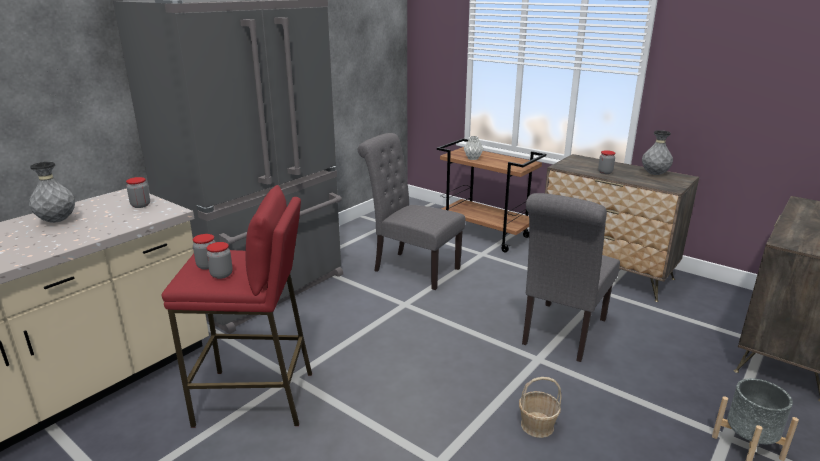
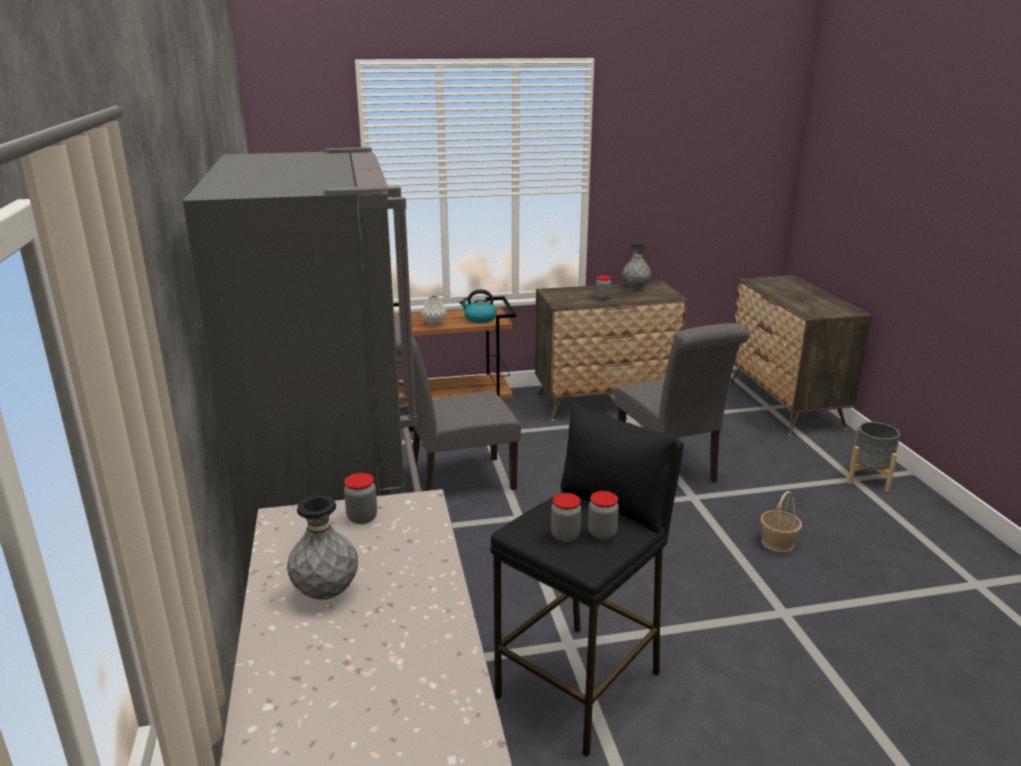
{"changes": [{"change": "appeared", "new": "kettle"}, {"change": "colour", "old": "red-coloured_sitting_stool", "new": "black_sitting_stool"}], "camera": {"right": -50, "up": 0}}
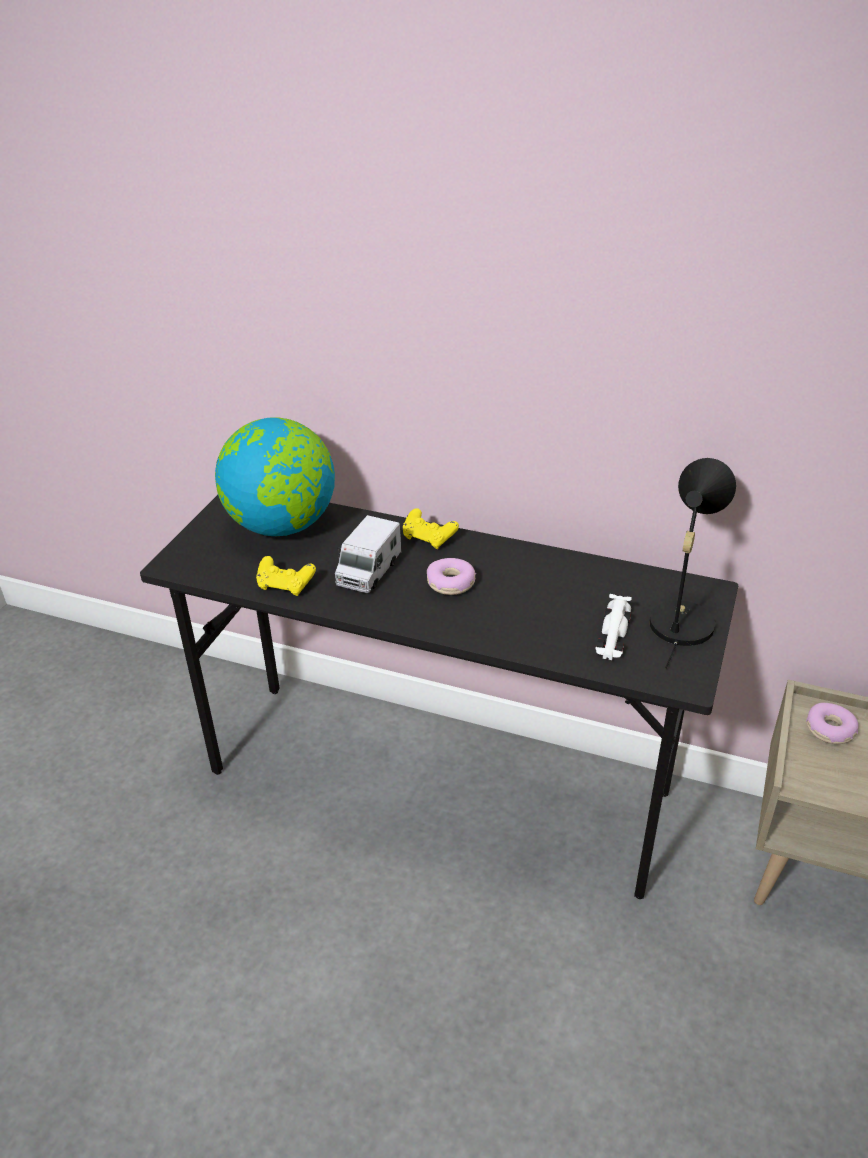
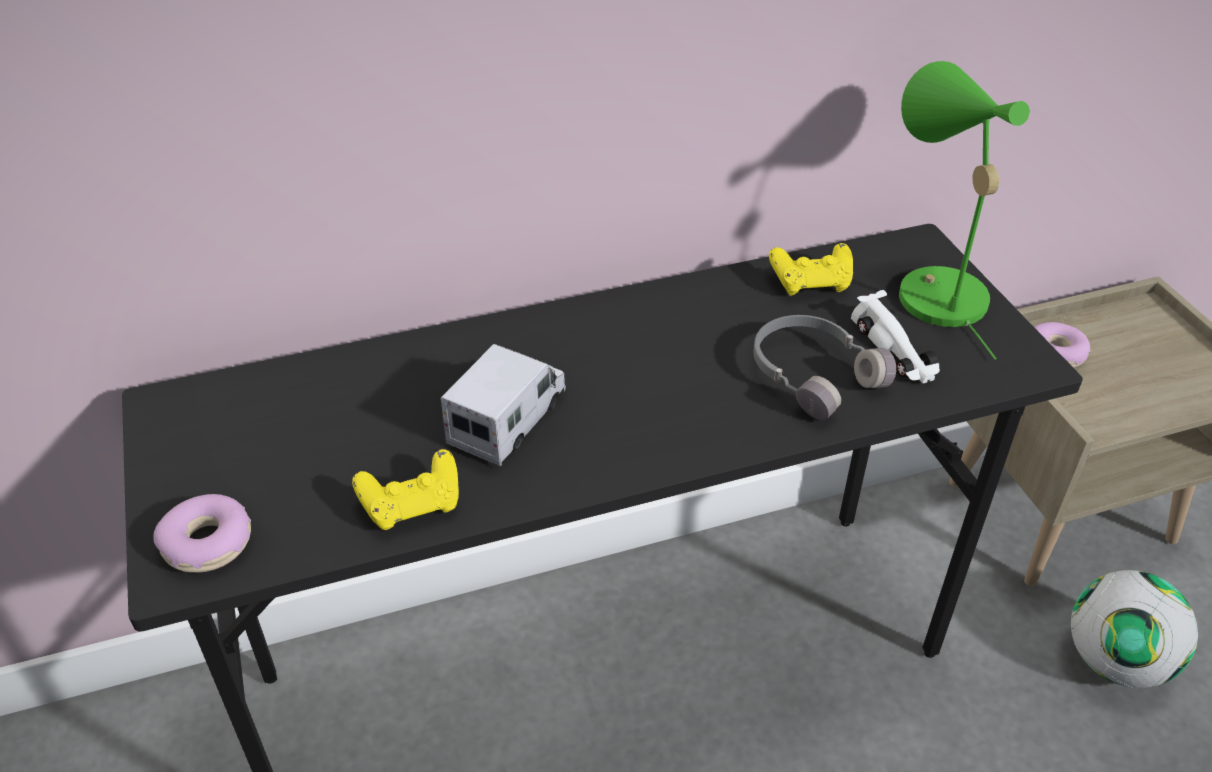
{"changes": [{"change": "missing", "old": "world_globe"}, {"change": "appeared", "new": "greyish_headset"}, {"change": "appeared", "new": "football"}, {"change": "relocated", "old": "yellowish_gamepad (no. 2 from left)"}, {"change": "relocated", "old": "ring_doughnut (no. 1 from left)"}, {"change": "colour", "old": "black_table_lamp", "new": "green_table_lamp"}, {"change": "spun", "old": "toy_truck", "degrees": -135}], "camera": {"right": -40, "up": 5}}
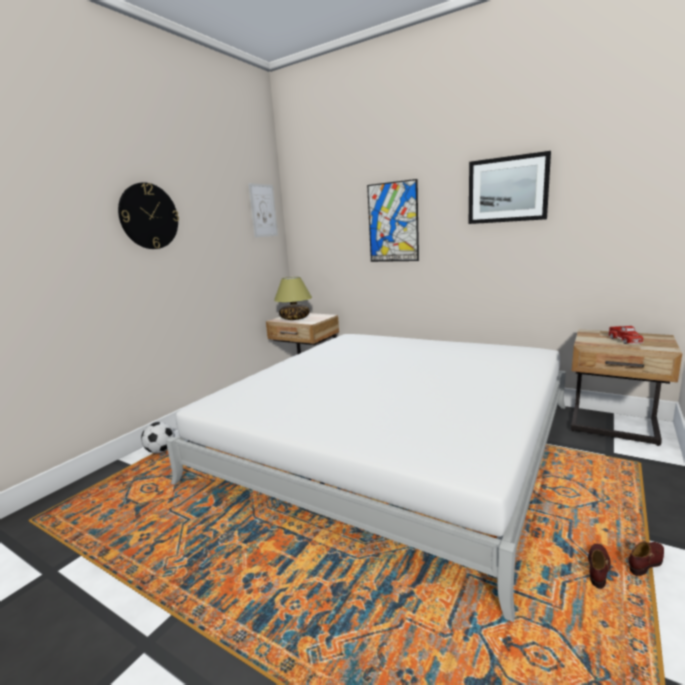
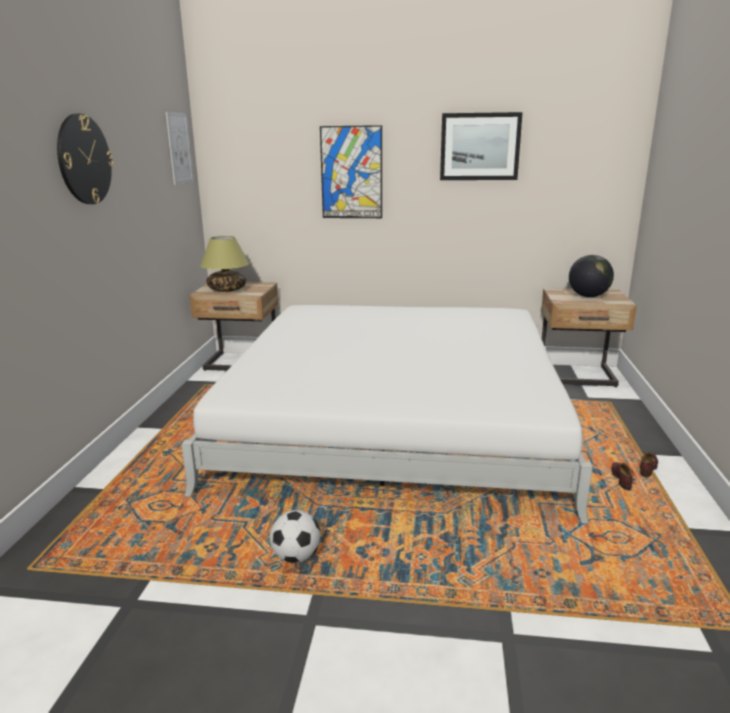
{"changes": [{"change": "relocated", "old": "football"}, {"change": "exchanged", "old": "toy_truck", "new": "world_globe"}], "camera": {"right": -25, "up": 5}}
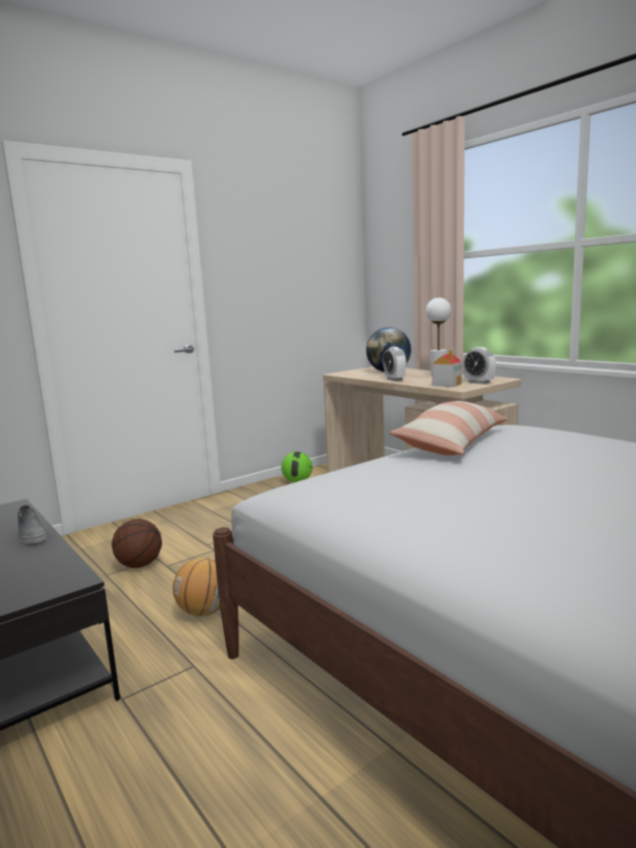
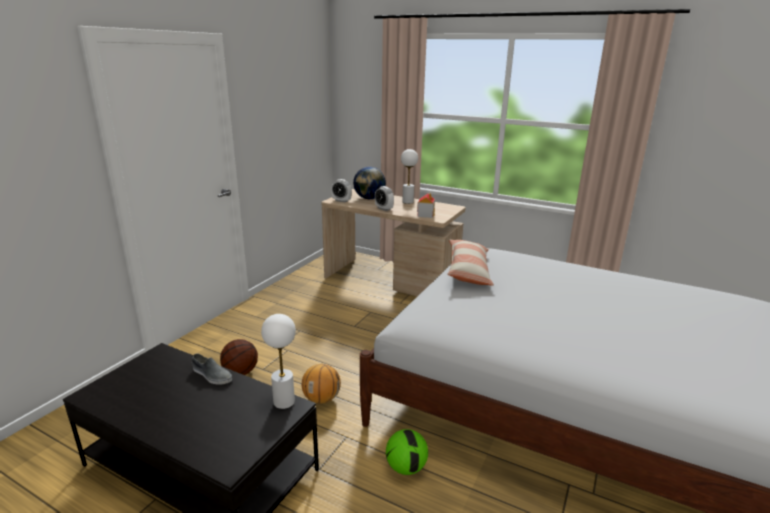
{"changes": [{"change": "appeared", "new": "white-coloured_table_lamp (no. 1 from left)"}, {"change": "relocated", "old": "football"}, {"change": "relocated", "old": "bedside_clock (no. 2 from left in the first image)", "new": "bedside_clock (no. 1 from left)"}], "camera": {"right": -25, "up": 10}}
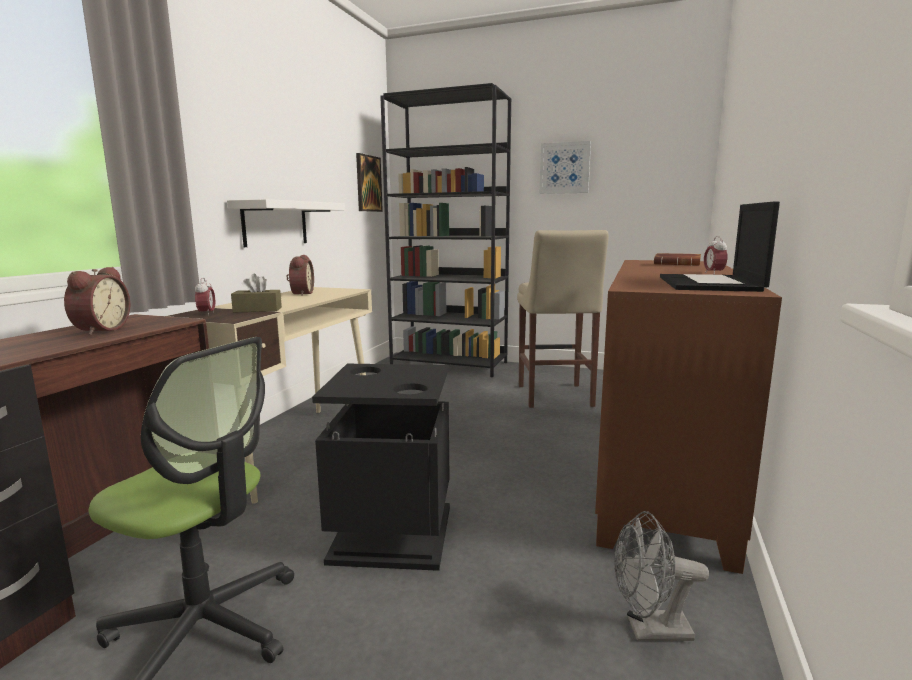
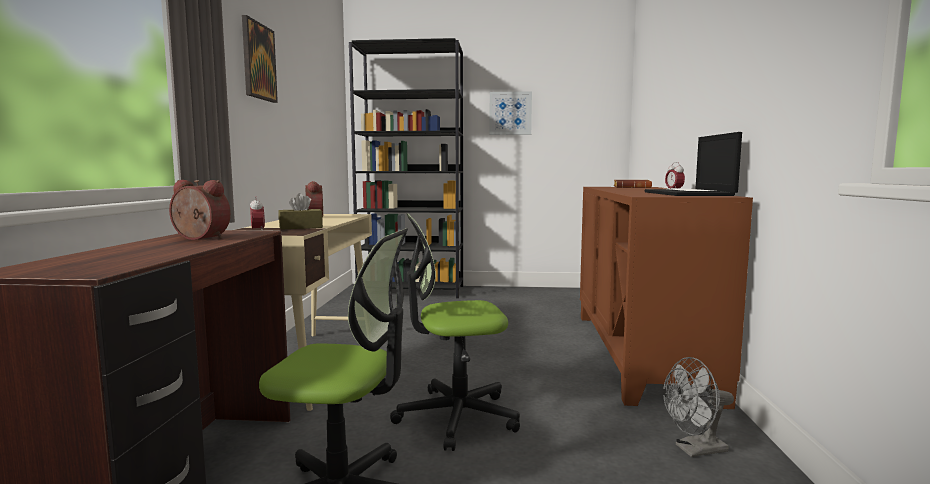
{"changes": [{"change": "missing", "old": "white-coloured_wall_shelf"}, {"change": "missing", "old": "sand-coloured_sitting_stool"}, {"change": "relocated", "old": "wall_picture (no. 1 from left)"}, {"change": "exchanged", "old": "black_waste_bin", "new": "computer_chair (no. 2 from left)"}, {"change": "spun", "old": "bedside_clock (no. 1 from left)", "degrees": -60}], "camera": {"right": -15, "up": -5}}
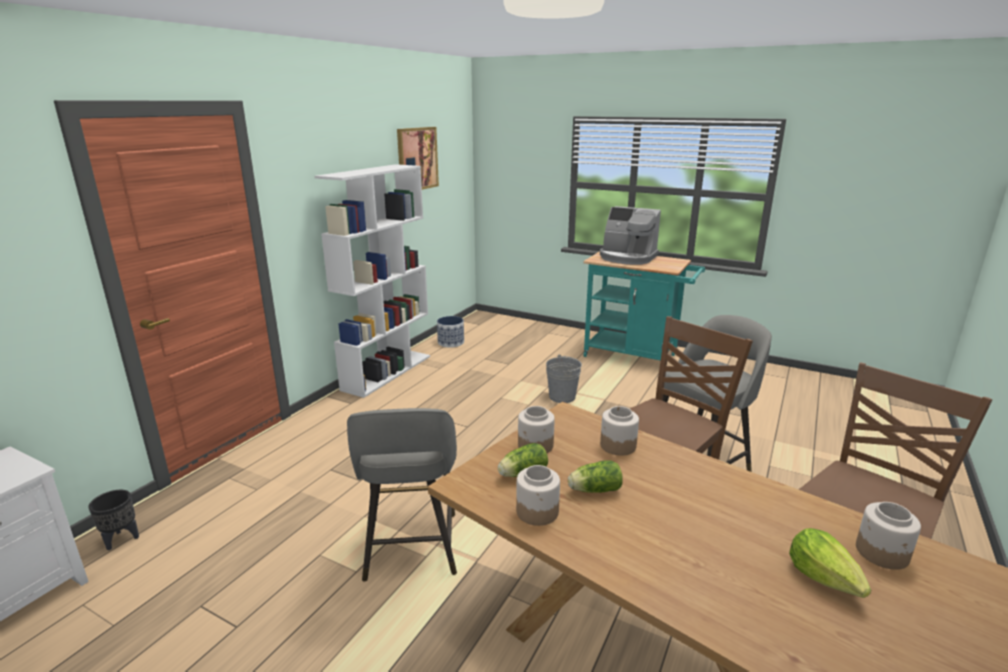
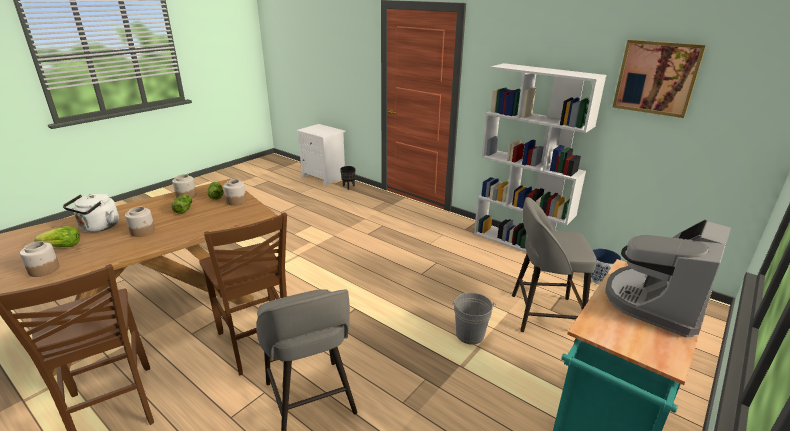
{"changes": [{"change": "appeared", "new": "white-coloured_kettle"}, {"change": "relocated", "old": "greyish_sitting_stool (no. 1 from left in the first image)", "new": "greyish_sitting_stool (no. 2 from left)"}, {"change": "relocated", "old": "storage_jar (no. 3 from left in the first image)", "new": "storage_jar (no. 2 from left)"}], "camera": {"right": 100, "up": 5}}
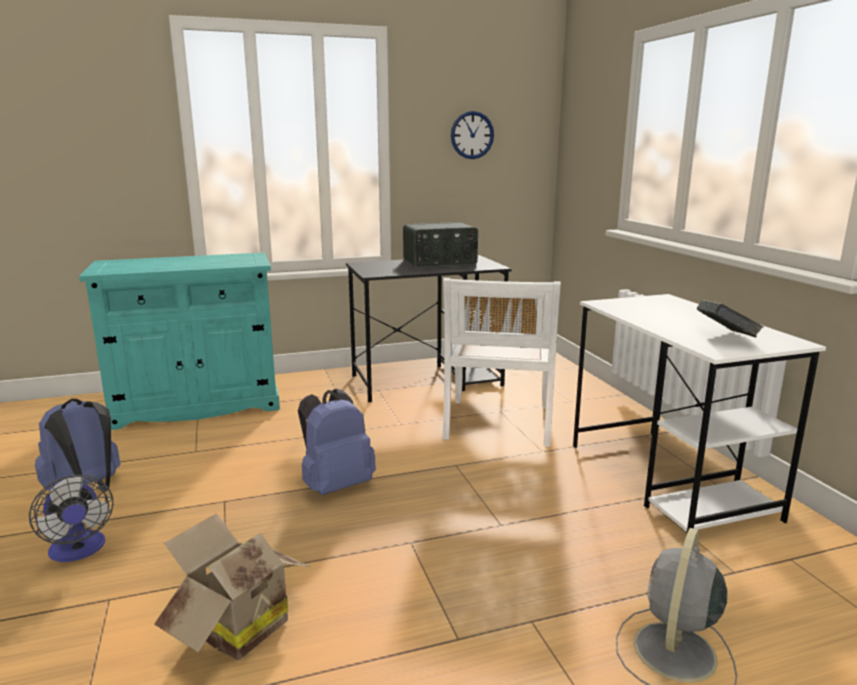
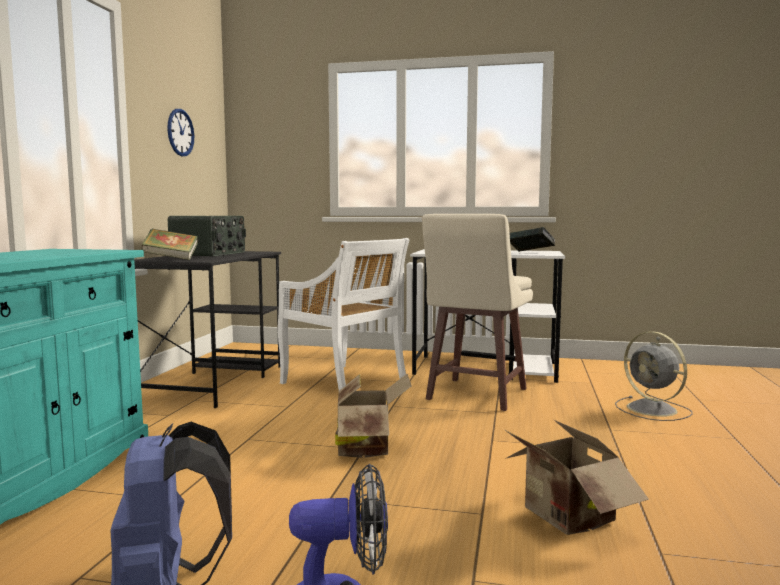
{"changes": [{"change": "appeared", "new": "book (no. 1 from left)"}, {"change": "appeared", "new": "sand-coloured_sitting_stool"}, {"change": "exchanged", "old": "blue_backpack (no. 2 from left)", "new": "carton (no. 1 from left)"}], "camera": {"right": -60, "up": -10}}
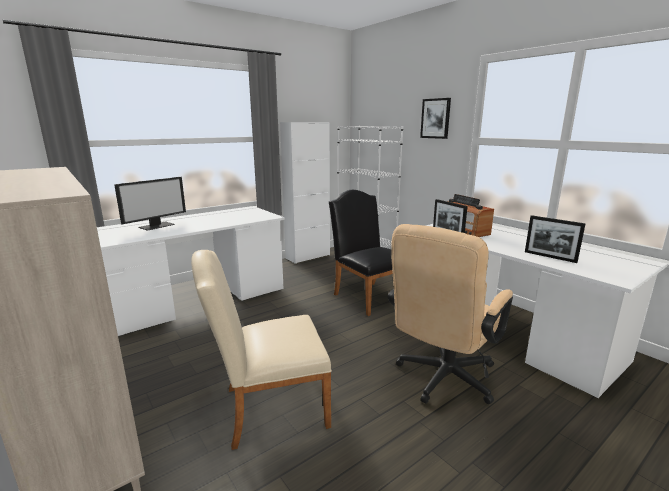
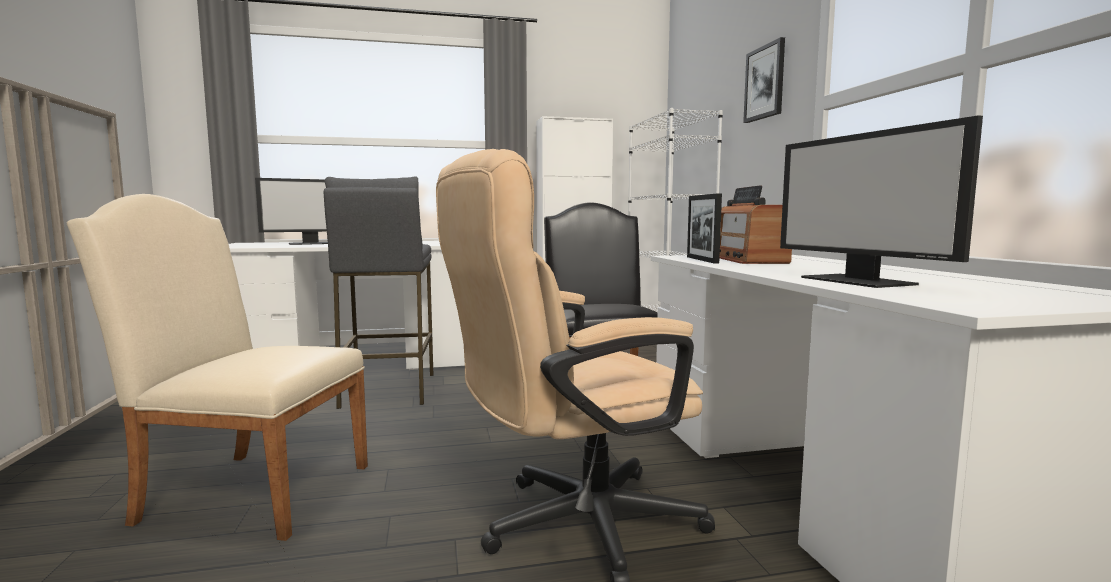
{"changes": [{"change": "appeared", "new": "greyish_sitting_stool"}, {"change": "exchanged", "old": "picture_frame (no. 2 from left)", "new": "computer_screen (no. 2 from left)"}], "camera": {"right": 25, "up": -10}}
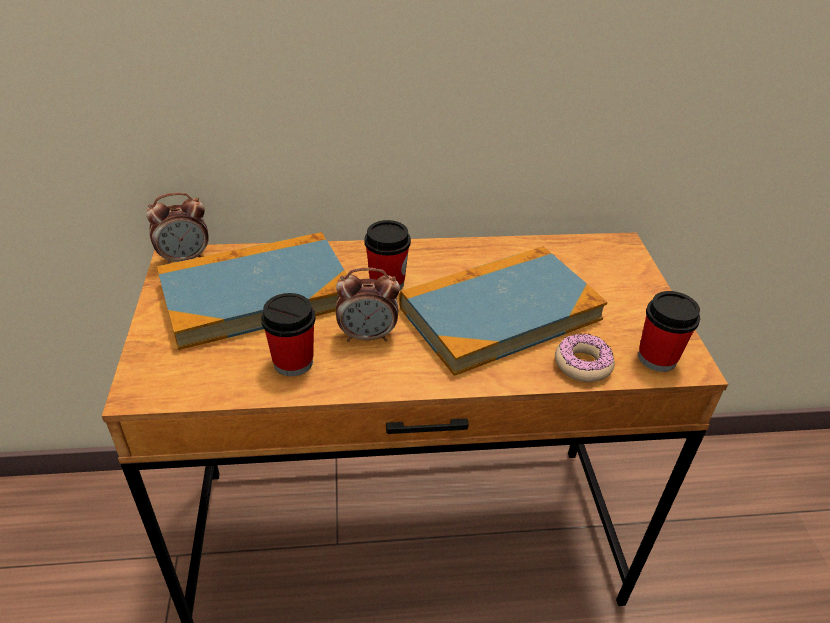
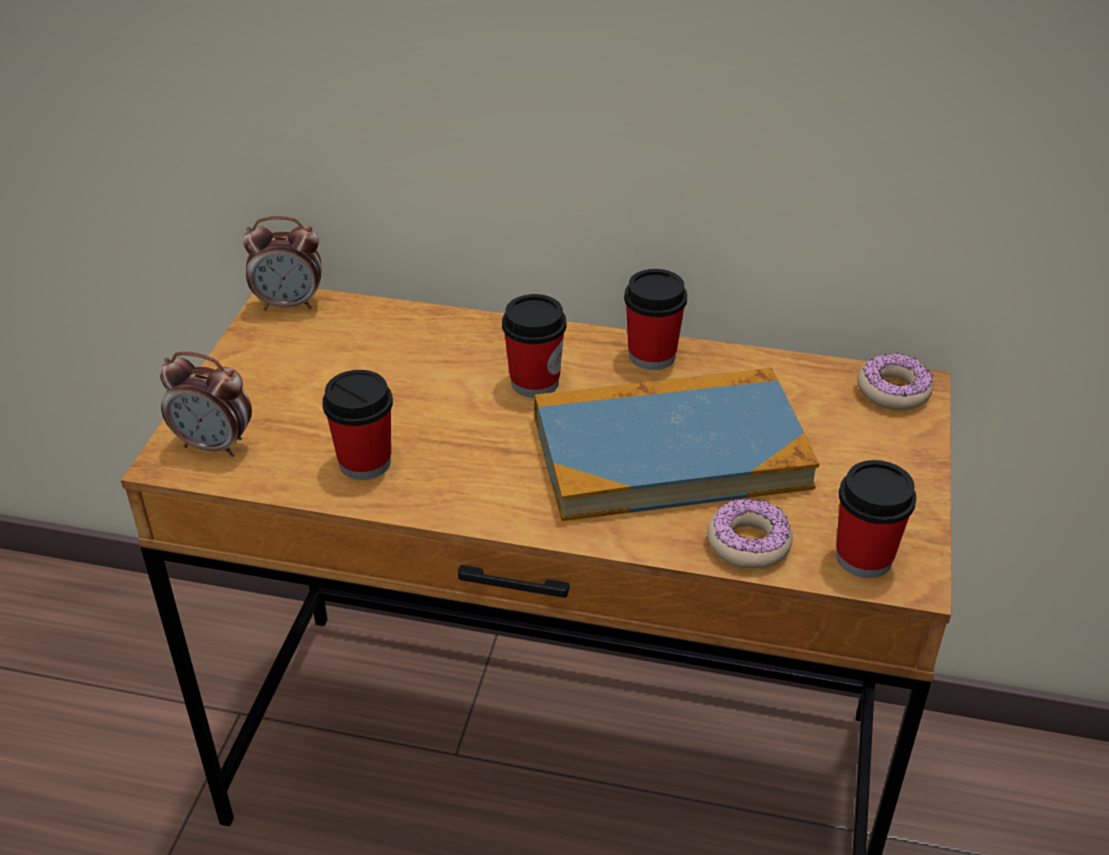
{"changes": [{"change": "missing", "old": "book (no. 1 from left)"}, {"change": "appeared", "new": "small_cup (no. 3 from left)"}, {"change": "appeared", "new": "ring_doughnut (no. 2 from left)"}, {"change": "relocated", "old": "bedside_clock (no. 2 from left in the first image)", "new": "bedside_clock (no. 1 from left)"}], "camera": {"right": 20, "up": 0}}
